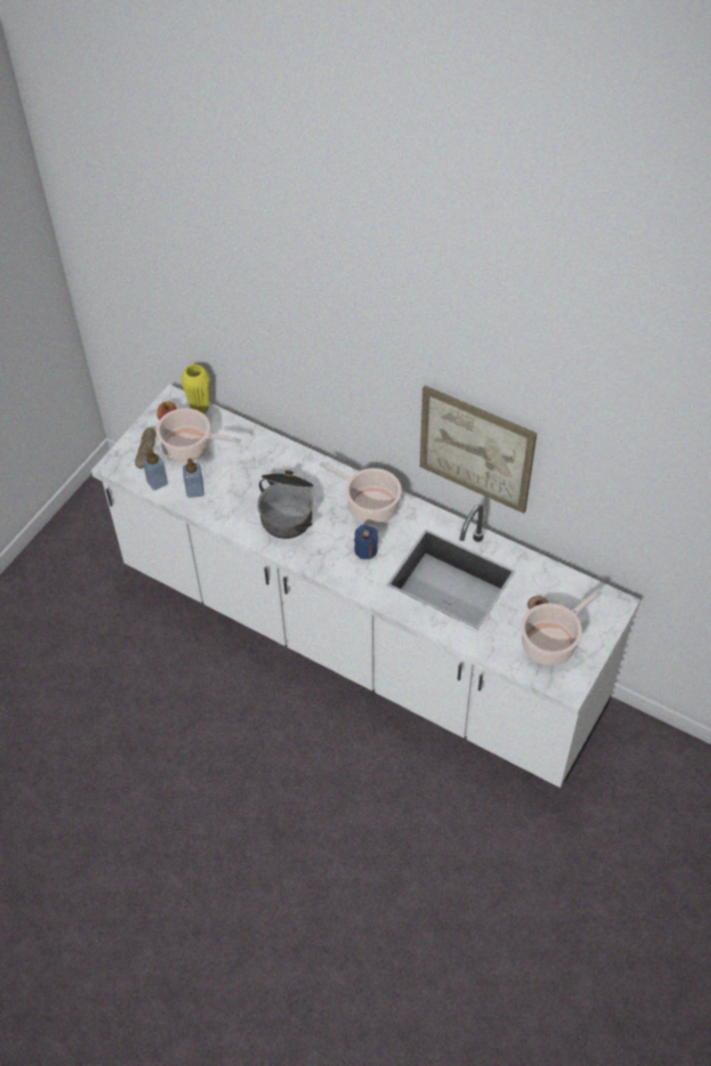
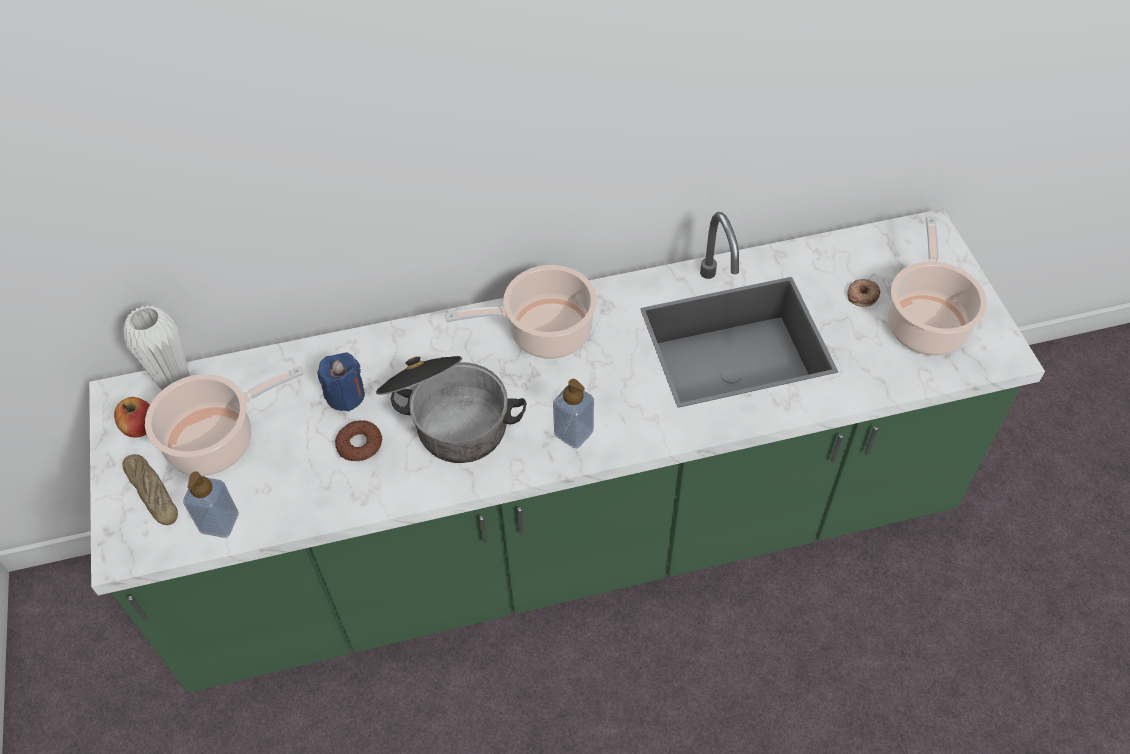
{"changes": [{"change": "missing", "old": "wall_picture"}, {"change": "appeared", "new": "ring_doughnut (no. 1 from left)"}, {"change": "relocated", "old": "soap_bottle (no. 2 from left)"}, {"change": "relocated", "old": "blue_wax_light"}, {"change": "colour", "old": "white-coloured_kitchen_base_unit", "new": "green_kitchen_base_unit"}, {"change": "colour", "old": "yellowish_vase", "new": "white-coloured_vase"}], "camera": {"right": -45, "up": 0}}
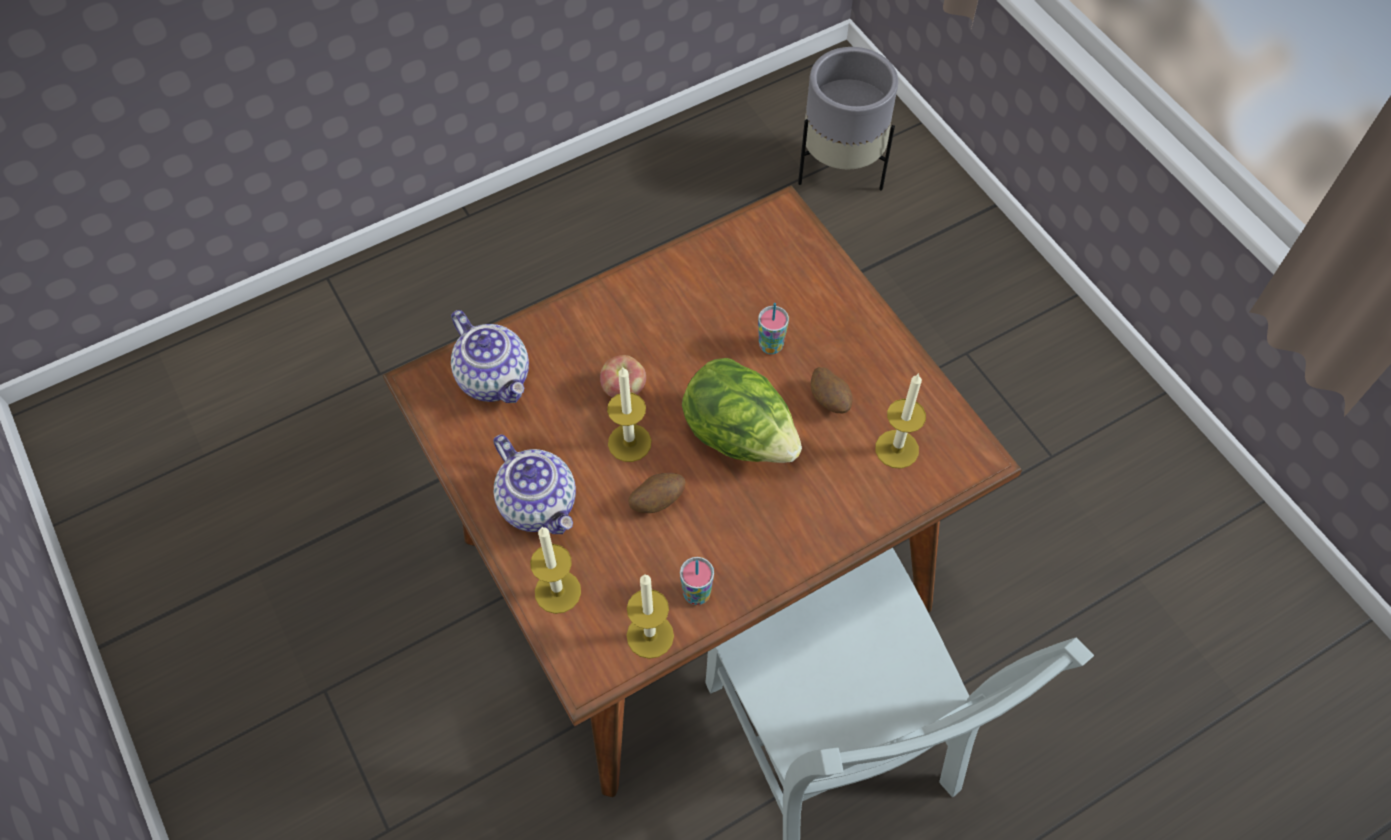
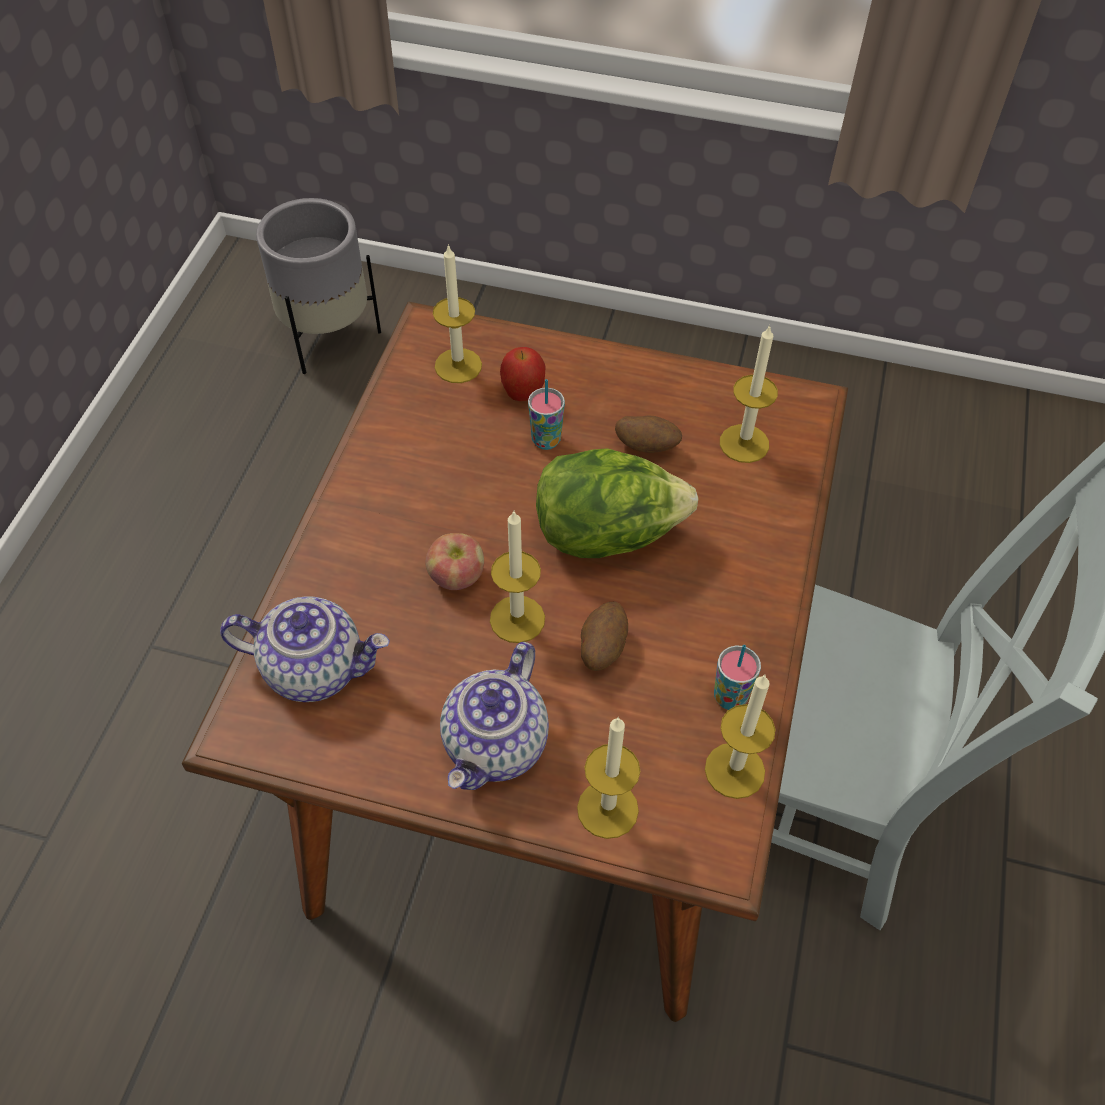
{"changes": [{"change": "appeared", "new": "wax_light (no. 1 from left)"}, {"change": "appeared", "new": "apple_fruit (no. 2 from left)"}, {"change": "spun", "old": "pot_for_tea (no. 2 from left)", "degrees": 105}], "camera": {"right": -45, "up": -5}}
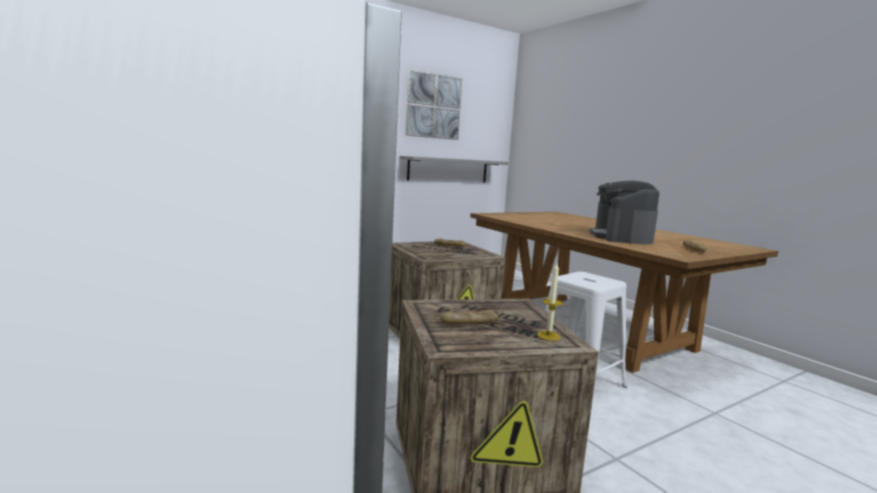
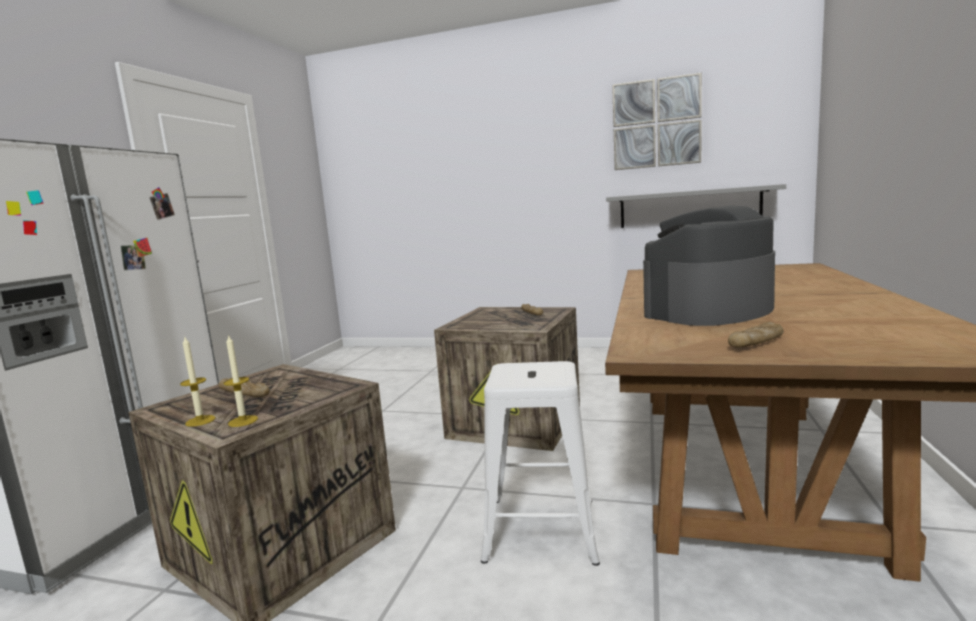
{"changes": [{"change": "appeared", "new": "wax_light (no. 1 from left)"}], "camera": {"right": 50, "up": 0}}
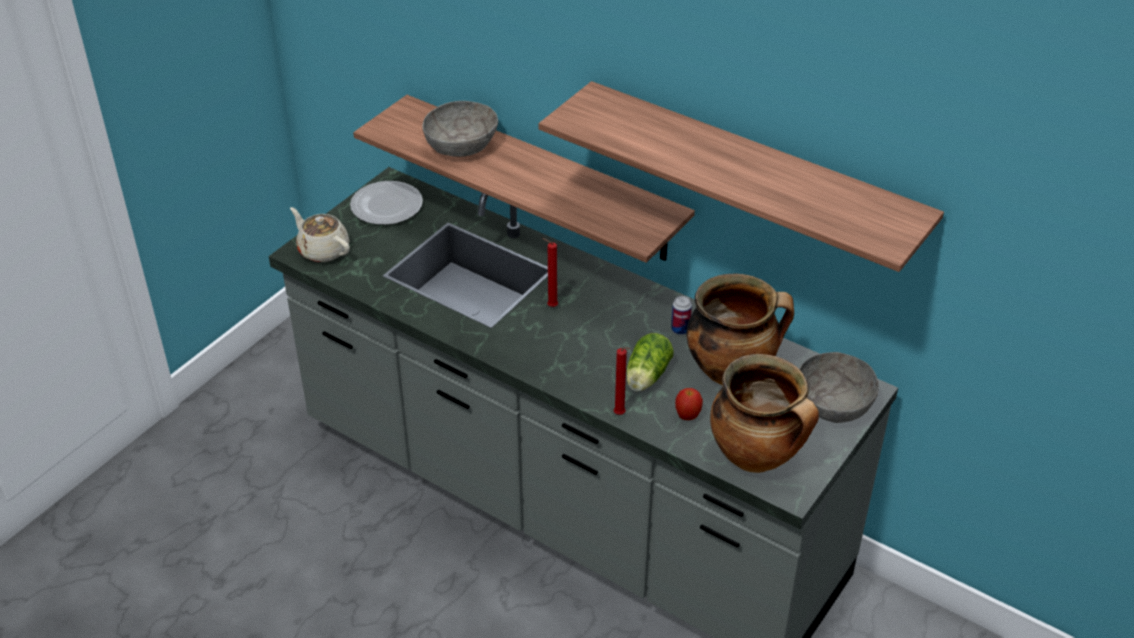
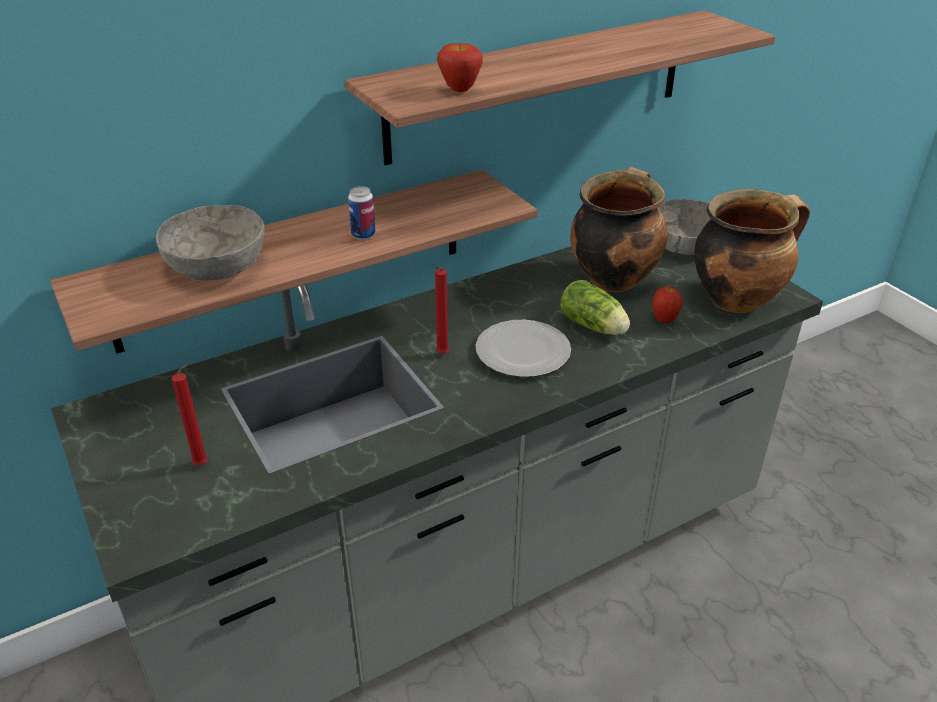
{"changes": [{"change": "missing", "old": "sand-coloured_pot_for_tea"}, {"change": "appeared", "new": "apple_fruit (no. 1 from left)"}, {"change": "relocated", "old": "flat_dish"}, {"change": "relocated", "old": "red-coloured_wax_light (no. 2 from left in the first image)", "new": "red-coloured_wax_light (no. 1 from left)"}, {"change": "relocated", "old": "metal_can"}], "camera": {"right": -65, "up": -5}}
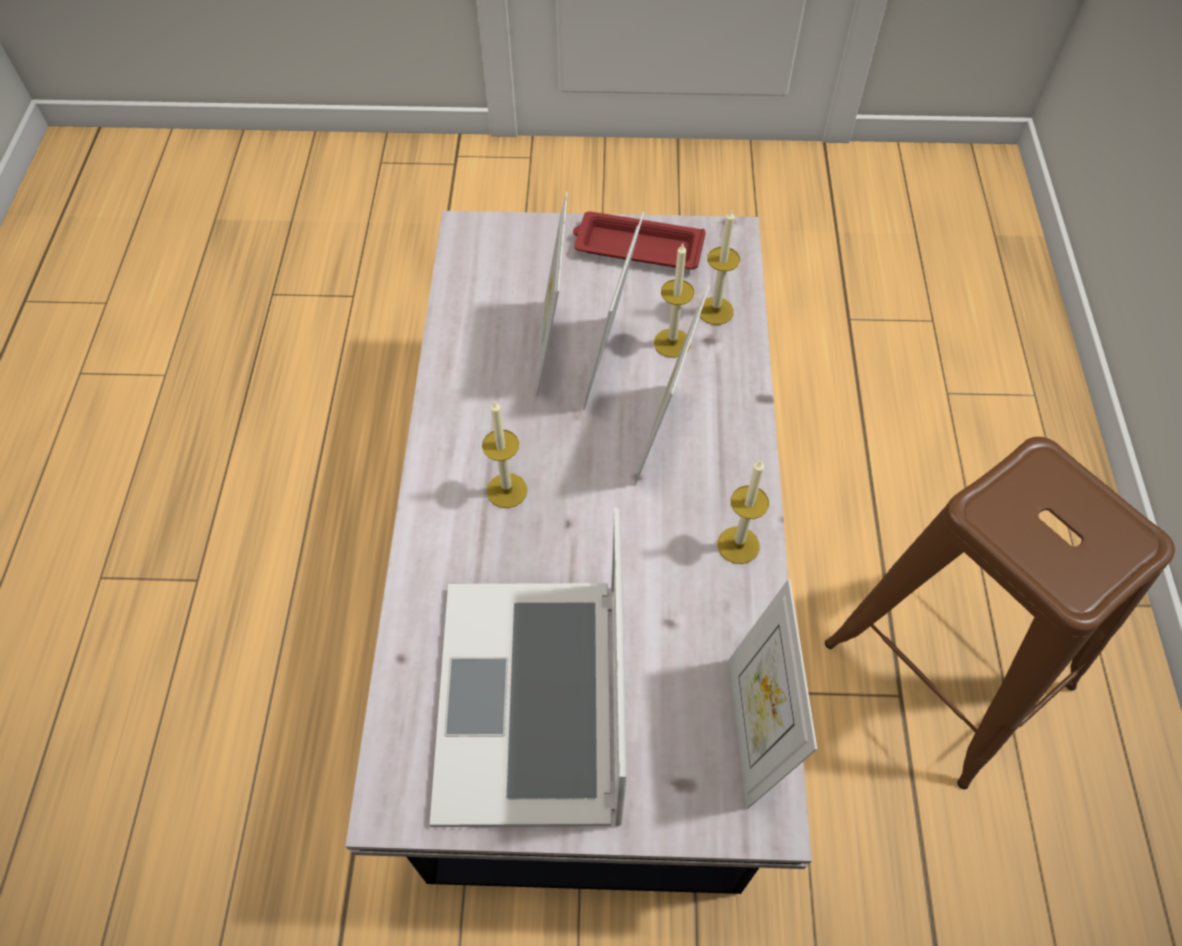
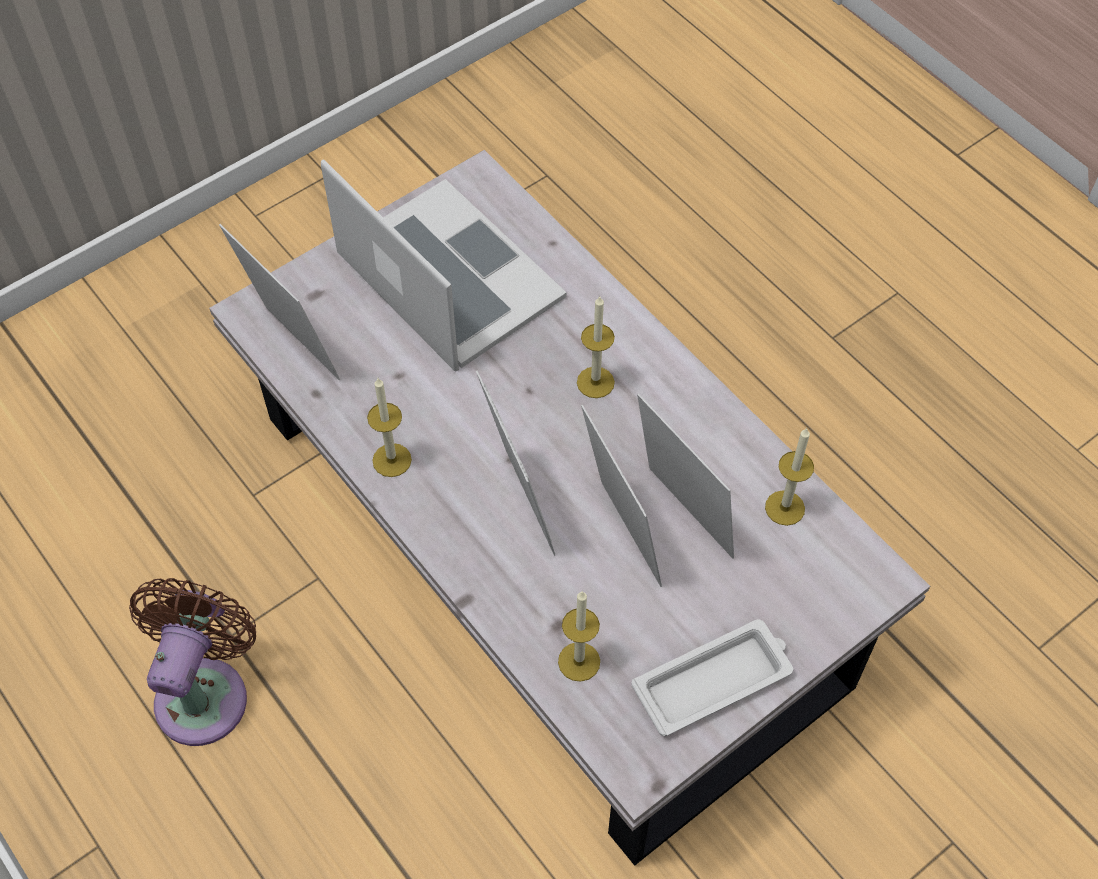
{"changes": [{"change": "relocated", "old": "wax_light (no. 2 from left in the first image)", "new": "wax_light (no. 4 from left)"}, {"change": "exchanged", "old": "brownish_sitting_stool", "new": "brownish_fan"}, {"change": "colour", "old": "red-coloured_tray", "new": "white-coloured_tray"}], "camera": {"right": 140, "up": 0}}
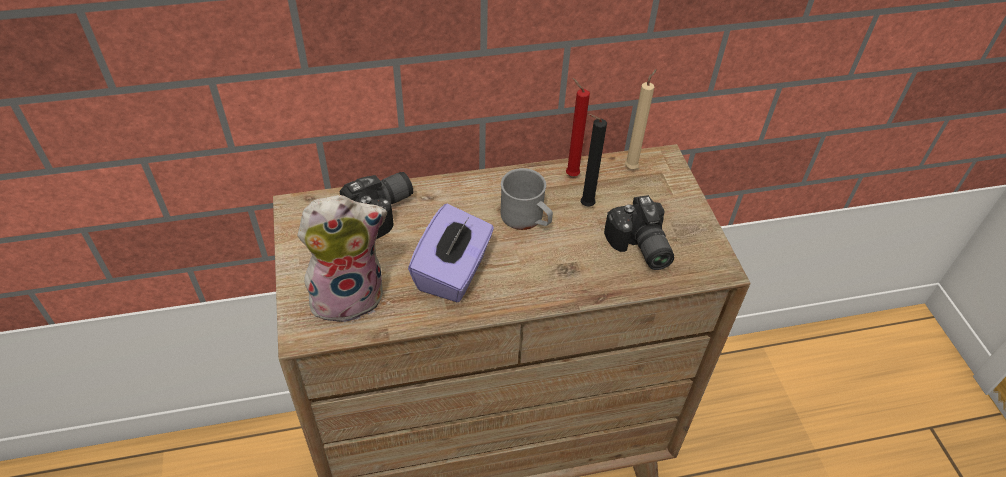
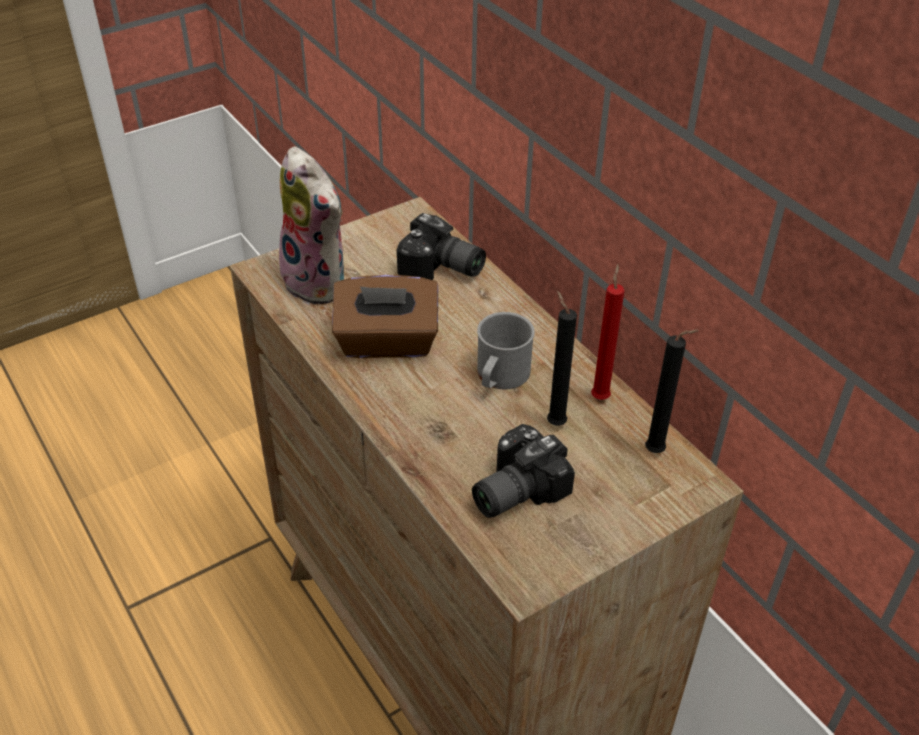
{"changes": [{"change": "colour", "old": "purple-coloured_box_of_tissues", "new": "brownish_box_of_tissues"}, {"change": "colour", "old": "sand-coloured_wax_light", "new": "black_wax_light (no. 2 from left)"}], "camera": {"right": 70, "up": -5}}
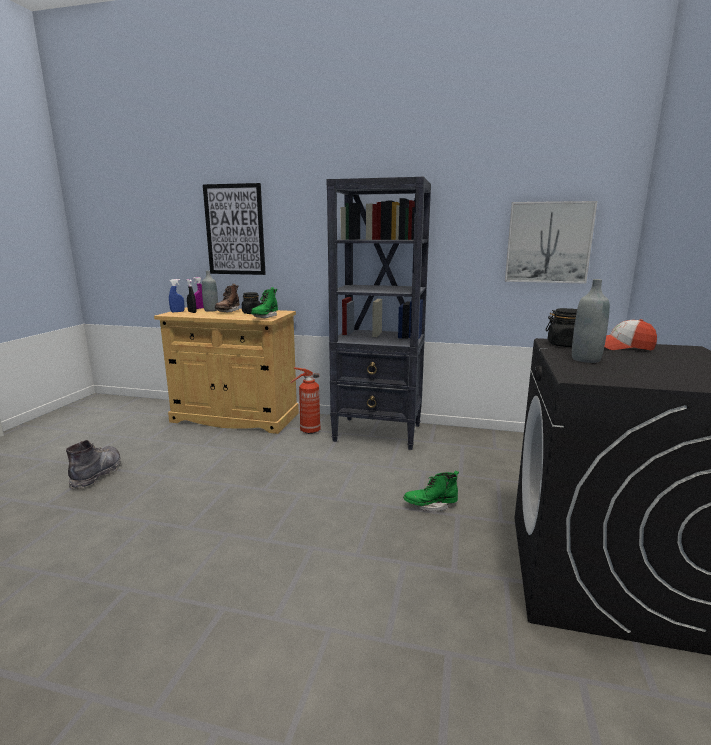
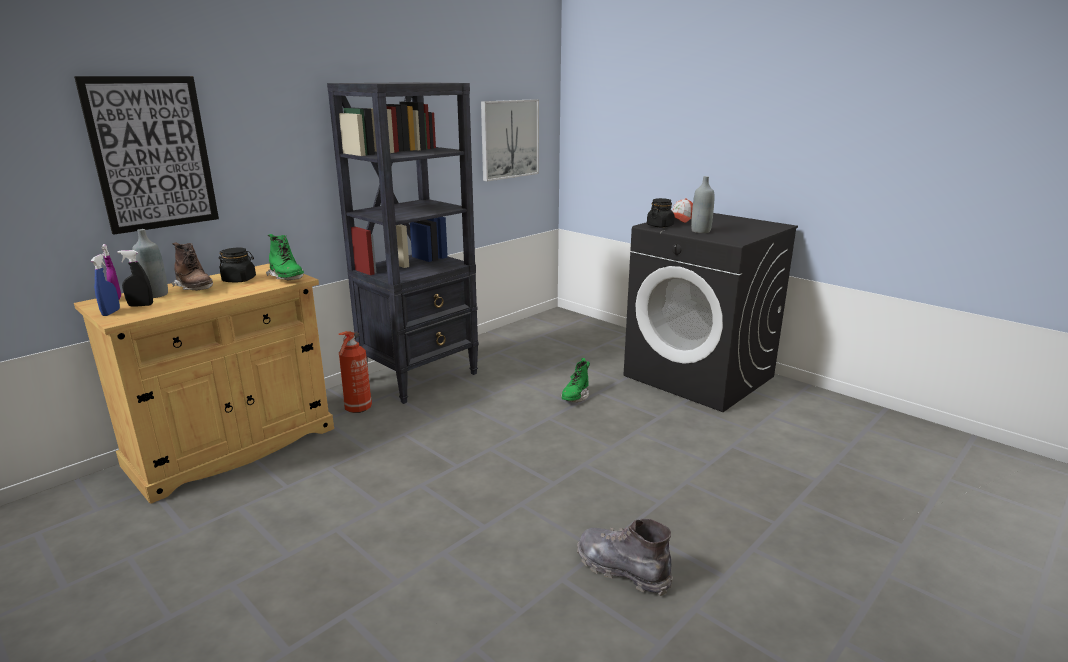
{"changes": [{"change": "relocated", "old": "greyish_tall_boot"}], "camera": {"right": -60, "up": 5}}
